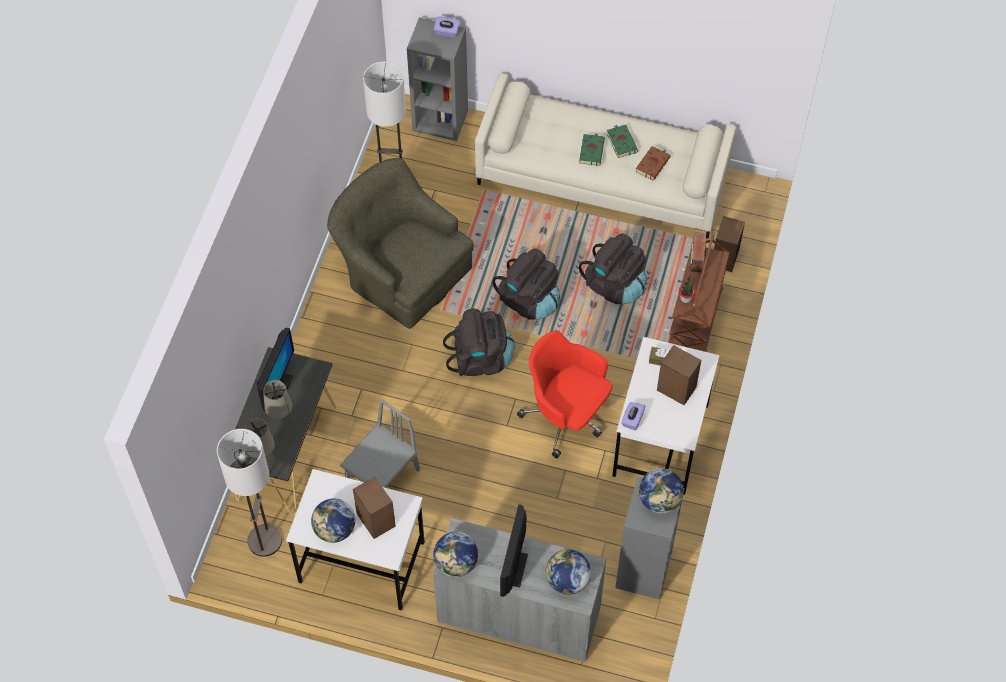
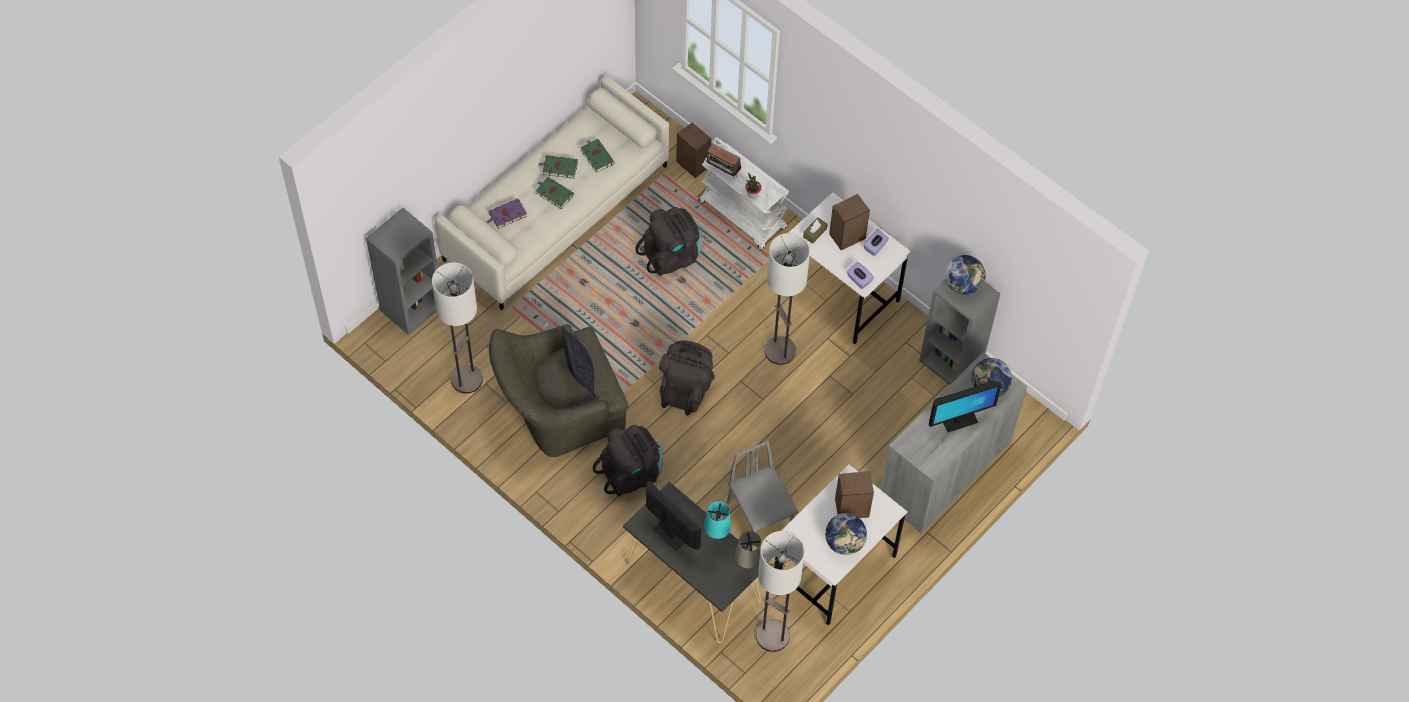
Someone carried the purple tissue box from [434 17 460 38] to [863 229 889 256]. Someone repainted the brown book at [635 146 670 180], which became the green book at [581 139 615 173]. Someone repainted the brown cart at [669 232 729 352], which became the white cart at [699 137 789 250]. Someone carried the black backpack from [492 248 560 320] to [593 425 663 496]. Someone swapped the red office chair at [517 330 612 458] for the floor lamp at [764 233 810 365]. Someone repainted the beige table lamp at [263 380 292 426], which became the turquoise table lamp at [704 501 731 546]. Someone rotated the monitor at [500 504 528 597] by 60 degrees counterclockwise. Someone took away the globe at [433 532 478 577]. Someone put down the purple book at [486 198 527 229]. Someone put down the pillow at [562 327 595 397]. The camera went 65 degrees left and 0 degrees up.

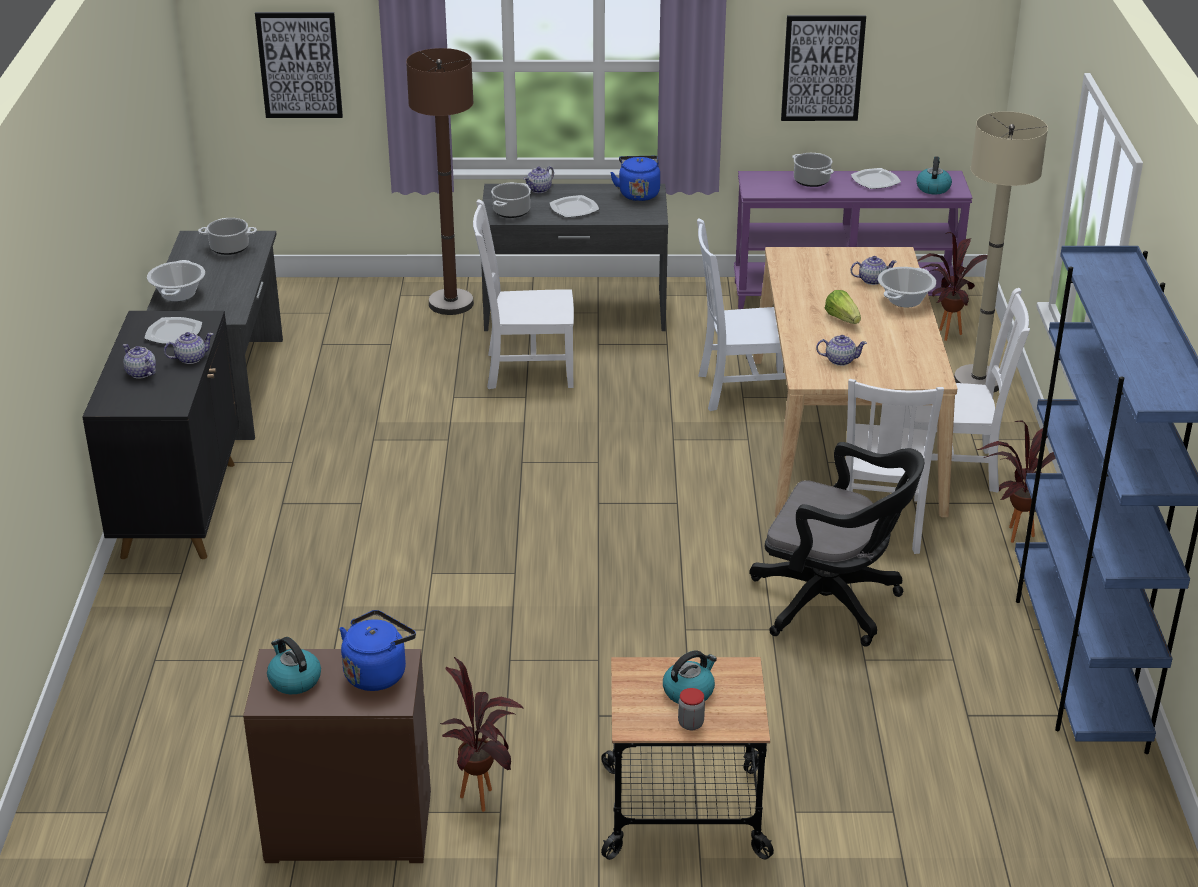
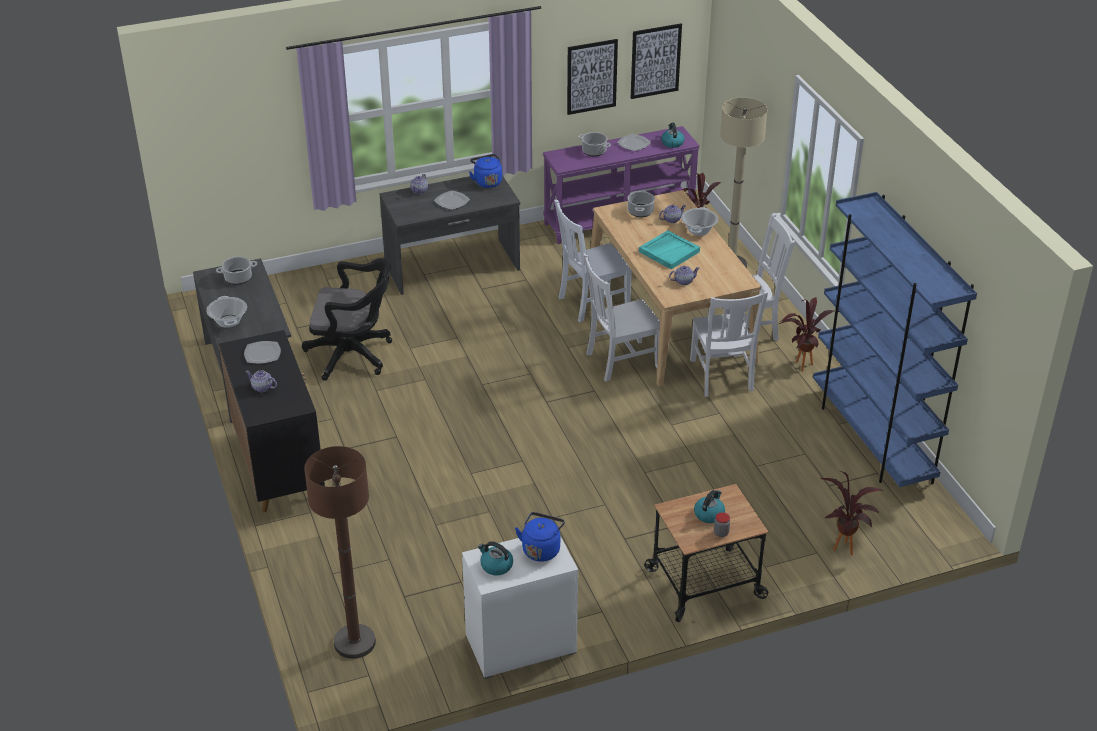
Someone carried the picture from [255 12 343 118] to [631 24 682 99]. Someone carried the brown floor lamp from [406 48 474 315] to [304 446 376 659]. Someone carried the cooking pot from [491 183 531 218] to [627 190 655 217]. Someone carried the white chair from [473 199 574 389] to [583 253 660 382]. Someone swapped the lettuce at [825 290 861 324] for the turquoise tray at [639 230 700 269]. Someone took away the teapot at [164 332 213 364]. Someone carried the black office chair from [749 442 924 647] to [302 258 392 381]. Someone repainted the brown dresser at [243 649 431 863], which became the white dresser at [462 536 578 679]. Someone carried the potted plant from [440 657 524 812] to [821 471 883 556]. The camera went 20 degrees left and 5 degrees up.

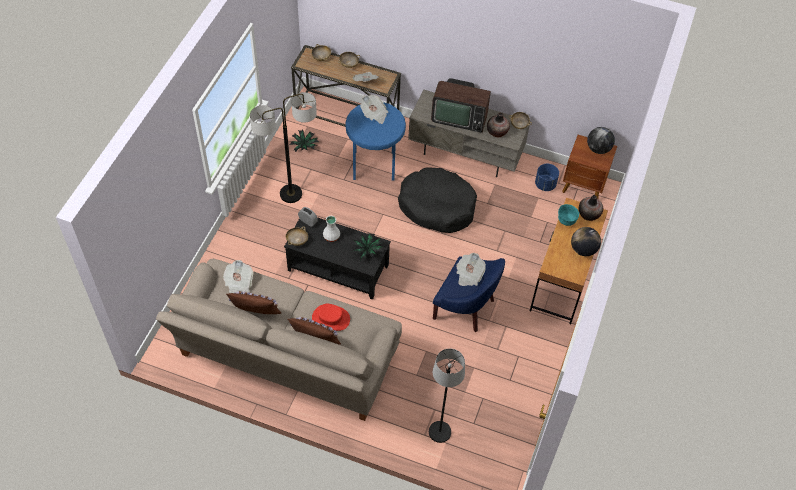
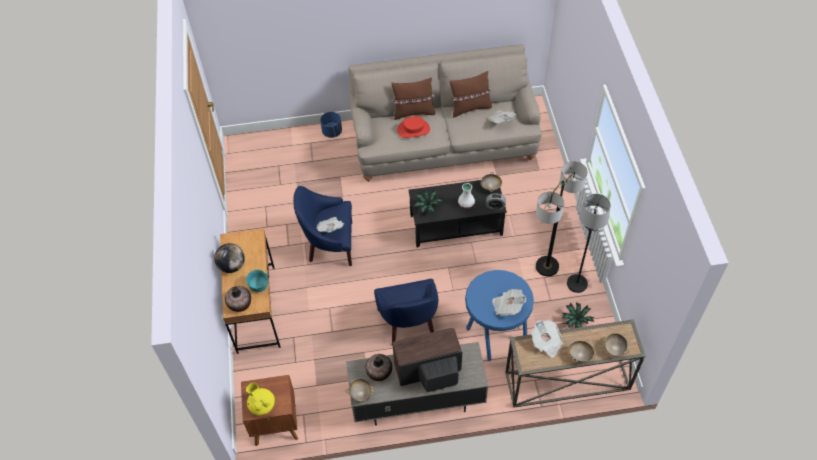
Someone swapped the globe at [587 127 615 154] for the yellow teapot at [246 383 275 415]. Someone carried the blue planter from [535 164 559 191] to [320 112 342 138]. Someone swapped the black dog bed at [398 167 477 233] for the blue armchair at [374 279 438 346]. Someone carried the black floor lamp from [429 349 465 443] to [567 194 611 293]. The camera went 155 degrees right and 0 degrees up.

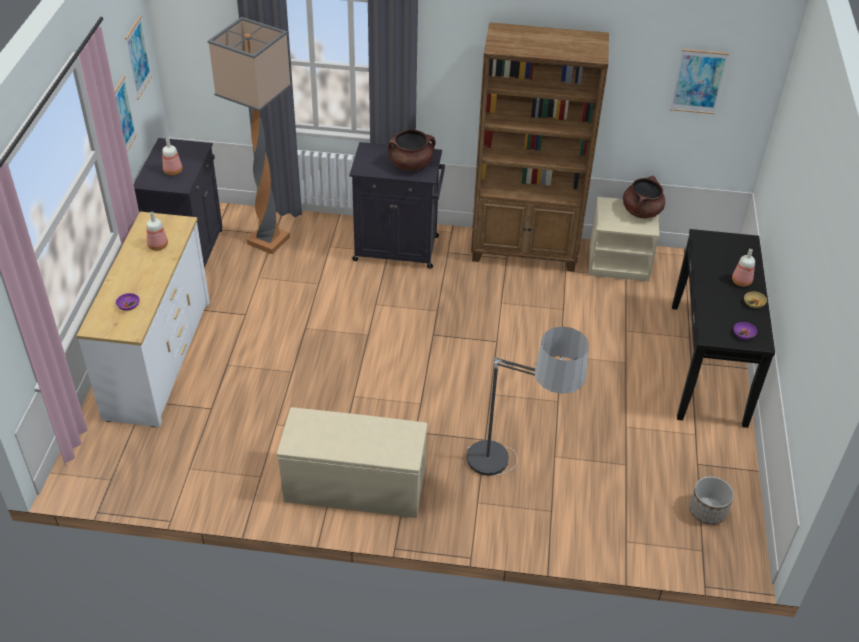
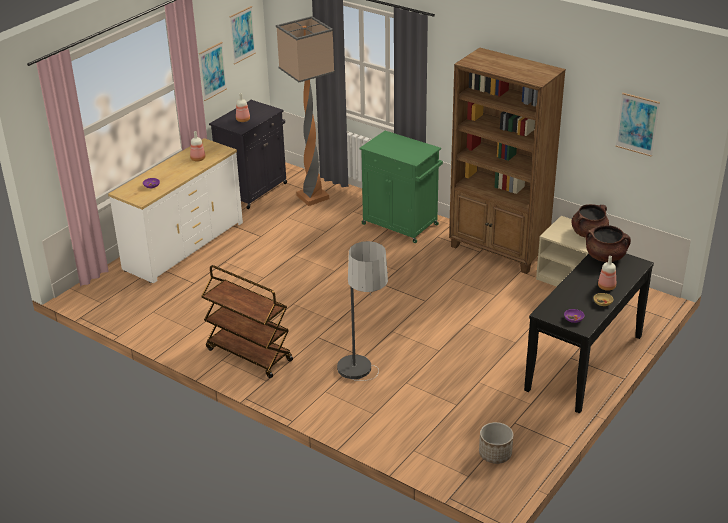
Someone carried the brown cooking pot from [388 129 435 170] to [586 225 631 262]. Someone repainted the black cabinet at [349 142 445 269], which became the green cabinet at [359 131 443 243]. Someone swapped the beige bench at [277 407 427 518] for the brown cart at [201 265 293 378]. The camera went 30 degrees right and 10 degrees down.

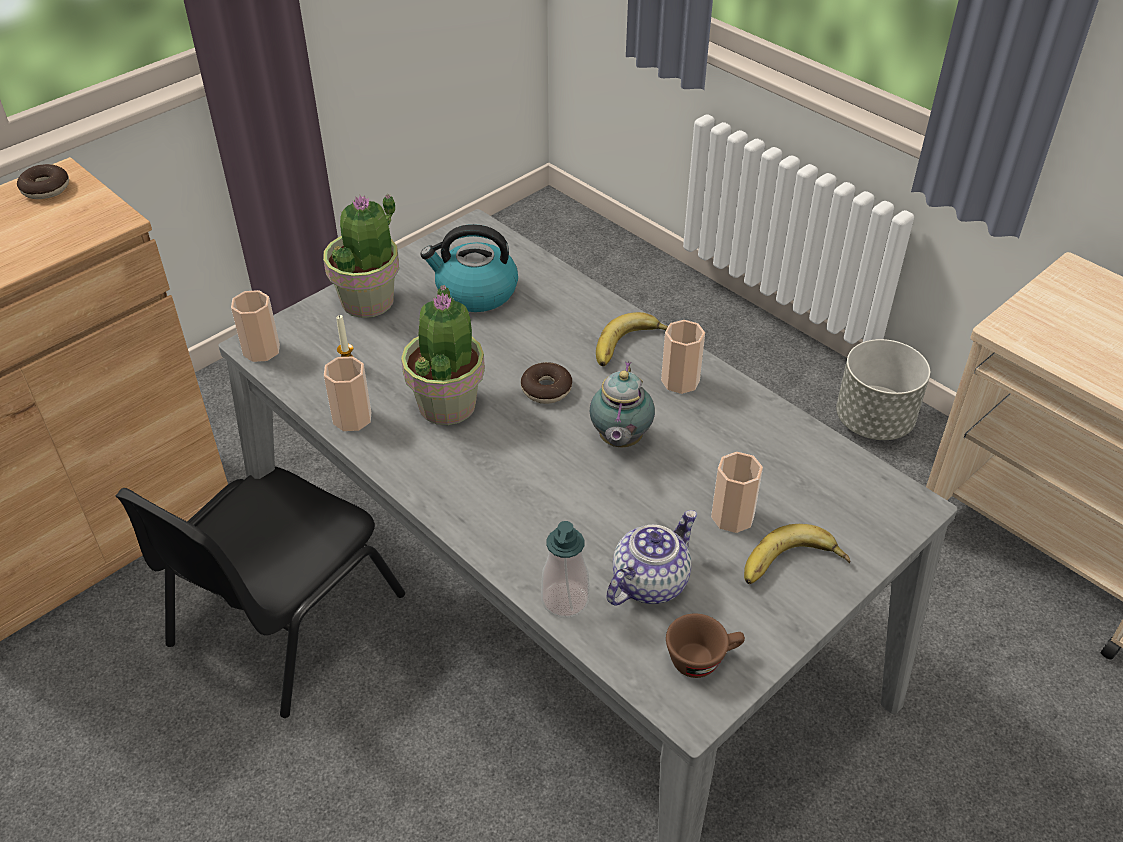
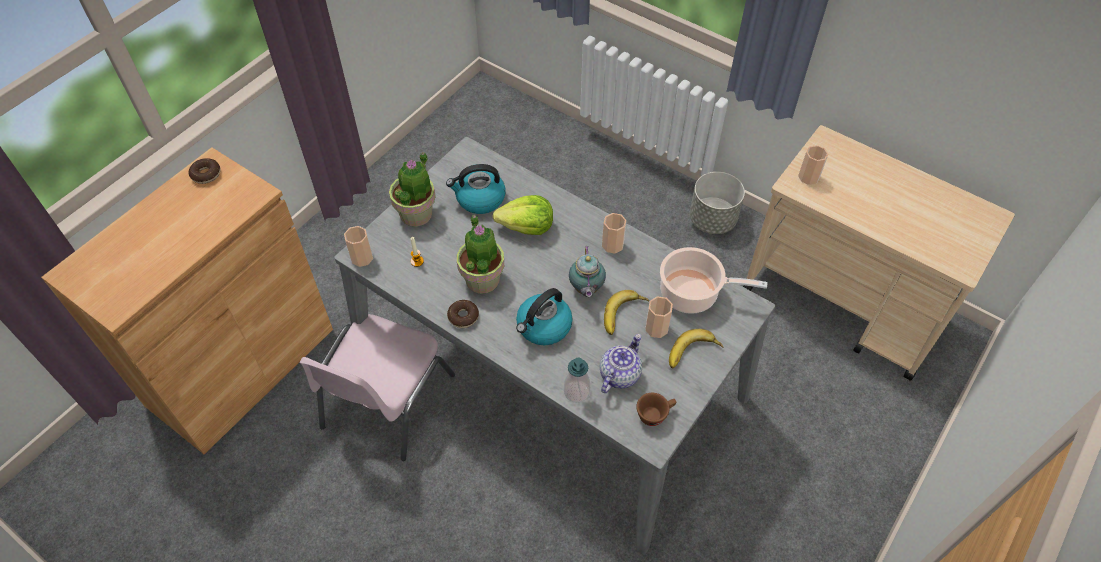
Someone carried the banana from [596 312 668 366] to [604 290 649 335]. Someone carried the cup from [324 357 371 431] to [798 145 828 185]. Someone carried the donut from [521 362 572 404] to [447 300 479 328]. Someone repainted the black chair at [116 467 405 718], which became the pink chair at [300 314 455 461]. Someone put down the lettuce at [493 195 553 235]. Someone put down the cooking pot at [660 247 768 314]. Someone put down the kettle at [516 288 573 345]. The camera went 10 degrees left and 10 degrees up.

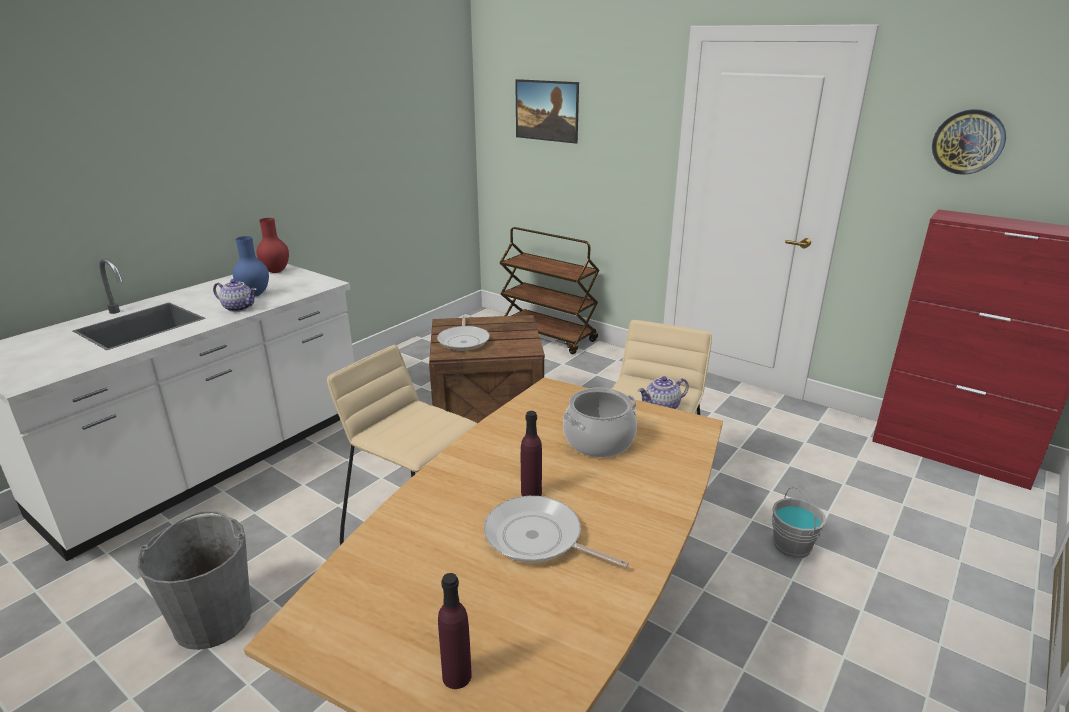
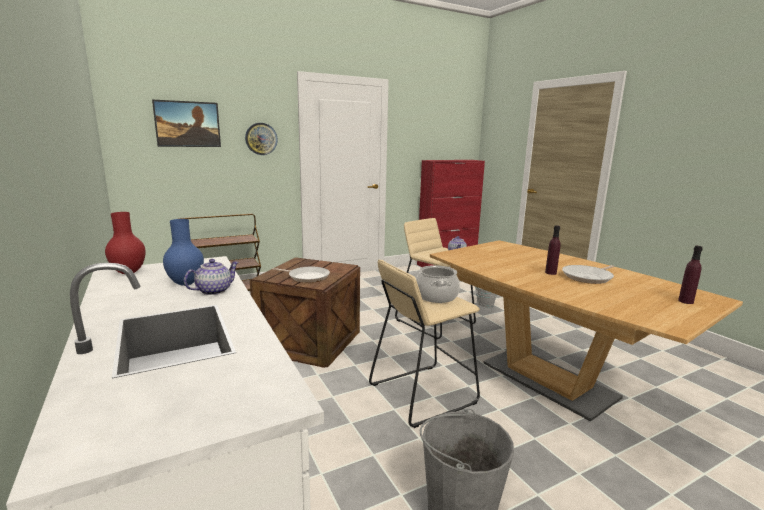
Someone carried the wall clock from [932 109 1006 175] to [245 123 278 155]. Someone carried the cooking pot from [563 388 637 457] to [416 265 460 303]. The camera went 65 degrees left and 10 degrees down.

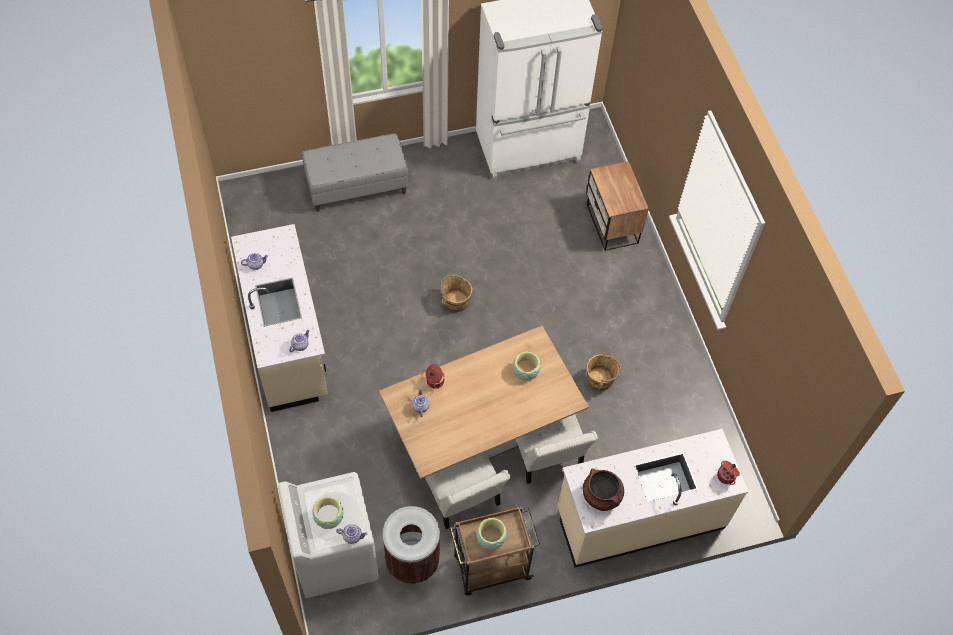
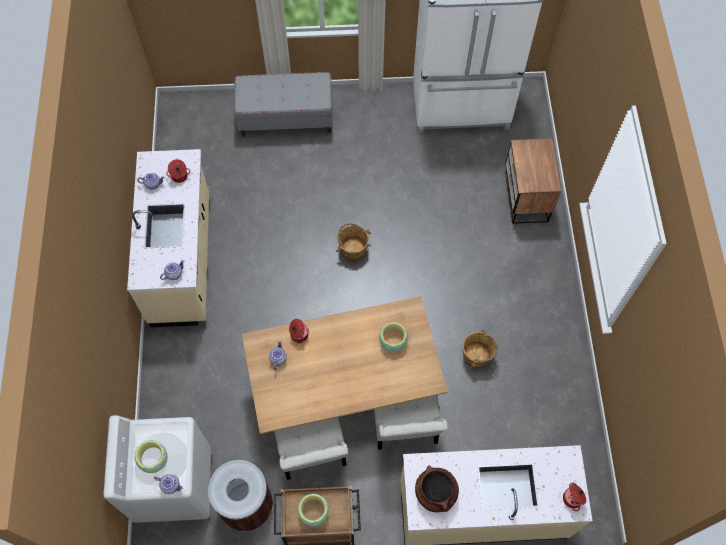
Someone put down the cooking pot at [166 159 190 183]. The camera went 15 degrees right and 5 degrees up.

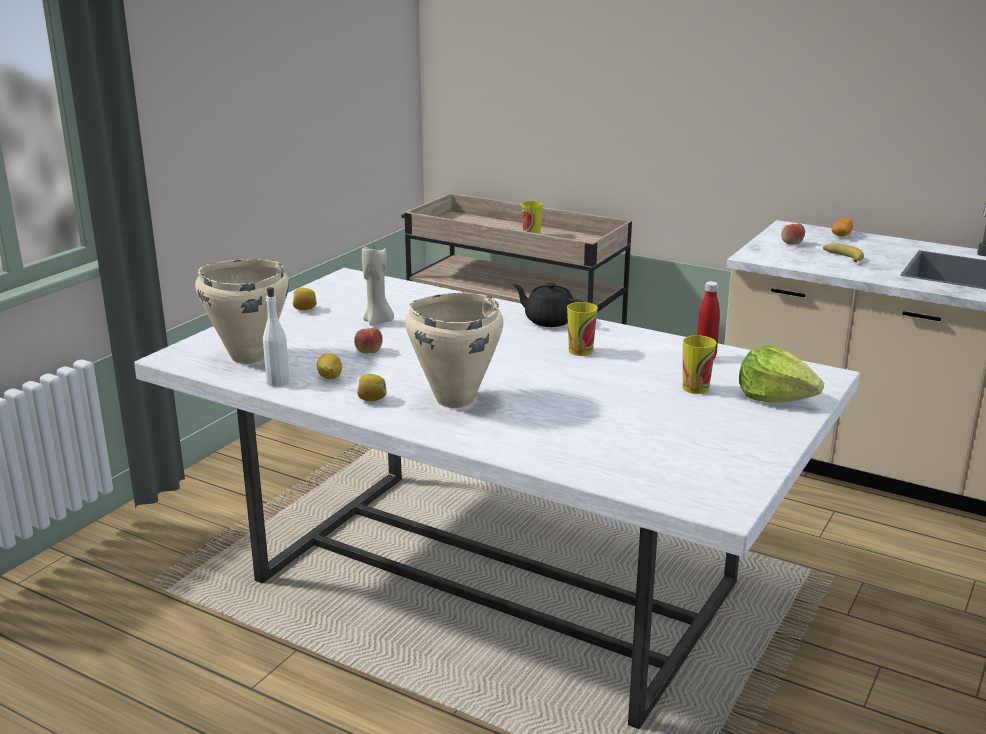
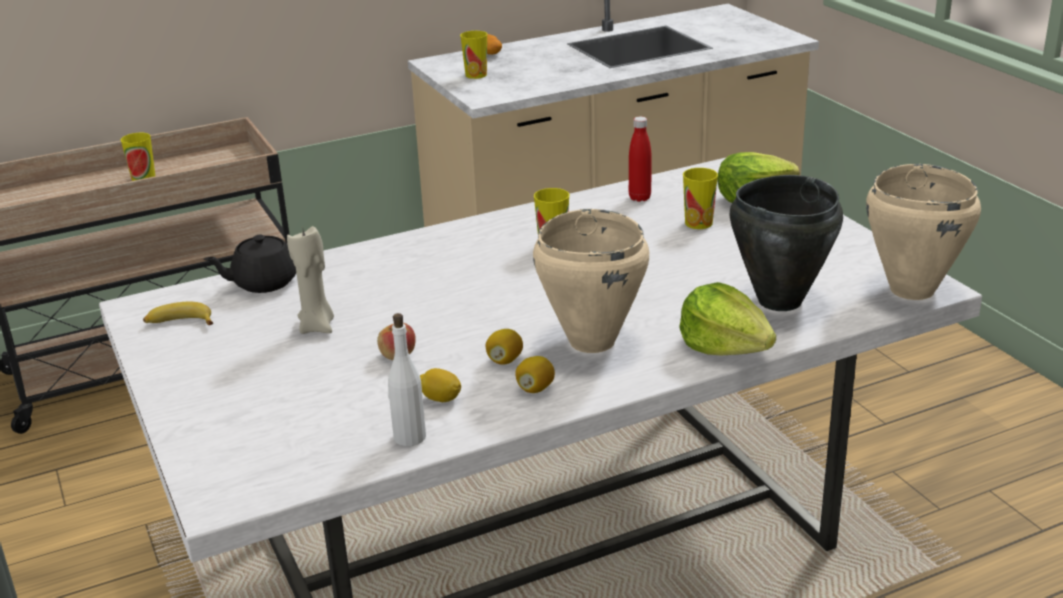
Someone swapped the apple at [781 224 805 245] for the cup at [460 31 487 79]. Someone carried the banana from [823 243 864 262] to [143 302 213 325]. Someone carried the beige cooking pot from [195 259 289 364] to [866 164 981 300]. Someone carried the black teapot from [513 283 583 327] to [203 235 296 293]. Someone carried the lemon from [293 288 317 310] to [485 329 523 365]. Someone put down the black cooking pot at [730 175 843 311]. Someone put down the lettuce at [679 282 776 355]. The camera went 55 degrees left and 5 degrees up.

